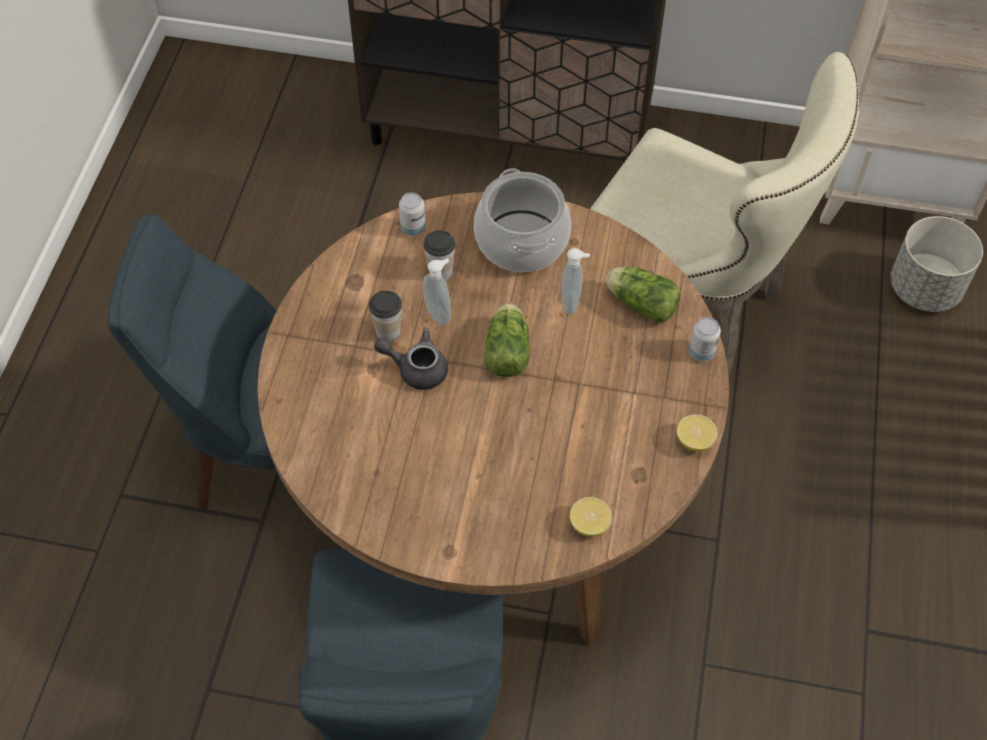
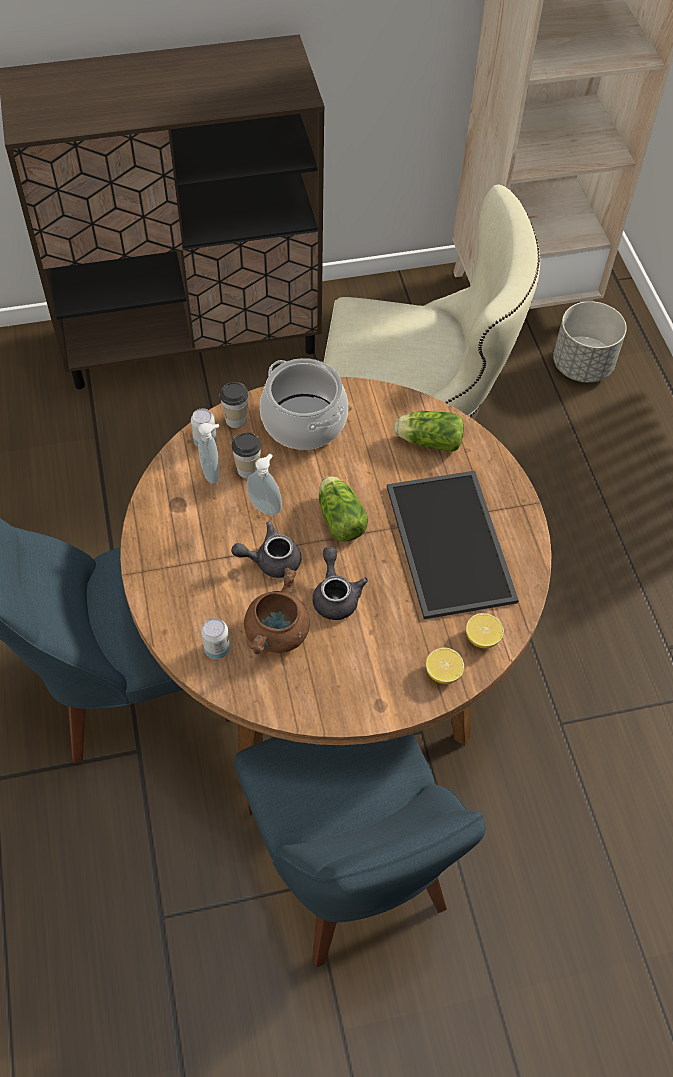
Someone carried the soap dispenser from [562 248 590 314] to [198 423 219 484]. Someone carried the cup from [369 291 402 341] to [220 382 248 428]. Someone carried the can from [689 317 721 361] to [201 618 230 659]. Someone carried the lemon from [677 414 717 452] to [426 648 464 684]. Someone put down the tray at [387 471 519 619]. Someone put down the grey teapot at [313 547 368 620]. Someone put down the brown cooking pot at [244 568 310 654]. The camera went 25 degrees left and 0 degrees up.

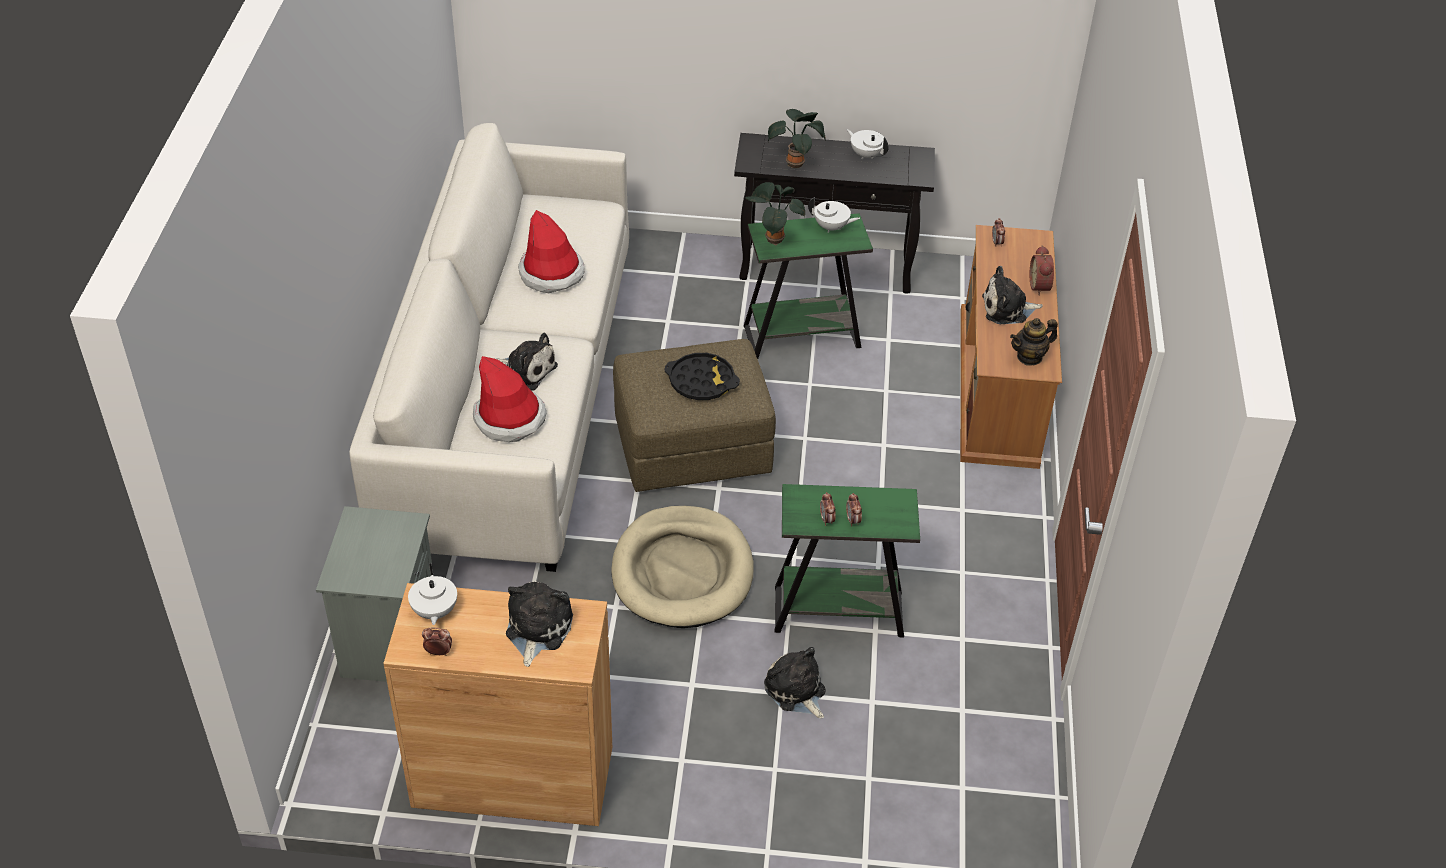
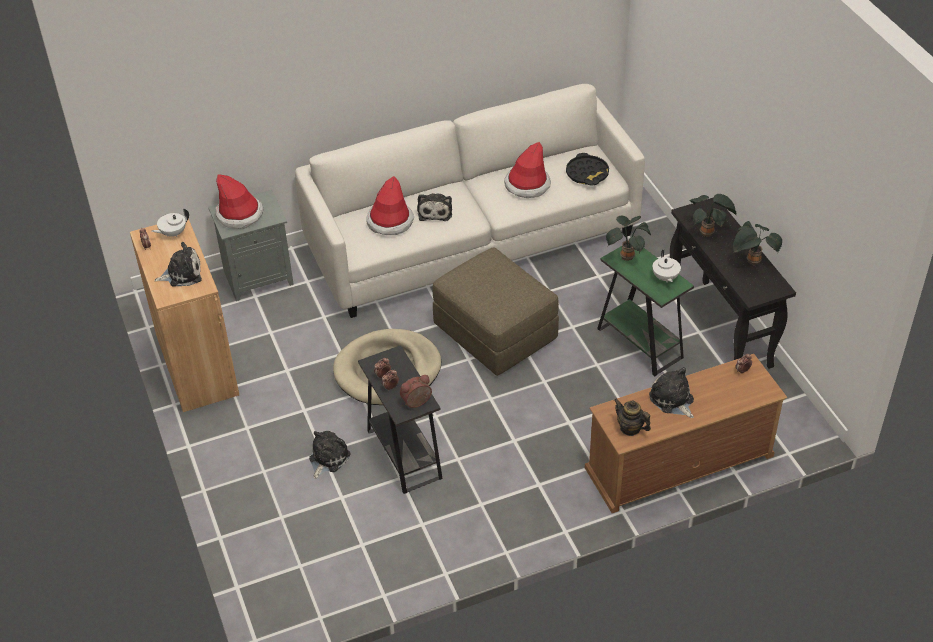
Someone swapped the white teapot at [847 129 889 159] for the potted plant at [733 221 782 265]. Someone carried the alarm clock from [1030 245 1054 296] to [400 375 432 408]. Someone carried the black tray from [664 353 740 400] to [566 153 609 186]. Someone repainted the green side table at [775 484 920 637], which became the black side table at [358 345 443 494]. Someone put down the hat at [215 174 263 229]. The camera went 65 degrees right and 0 degrees up.

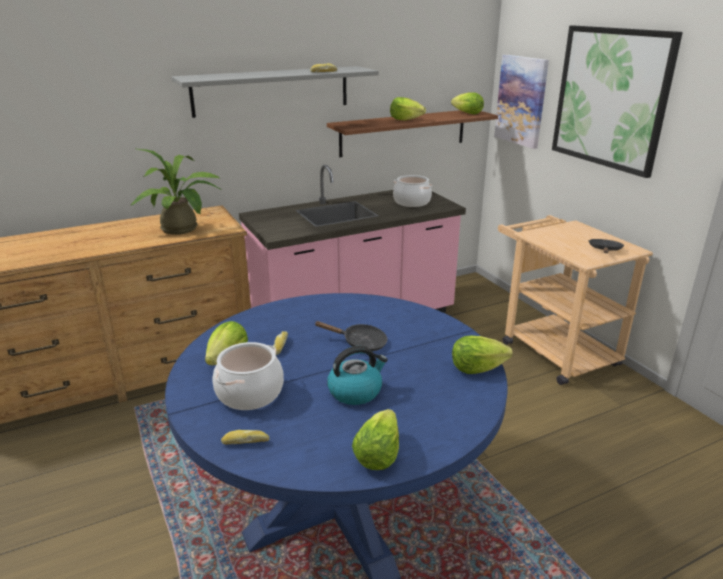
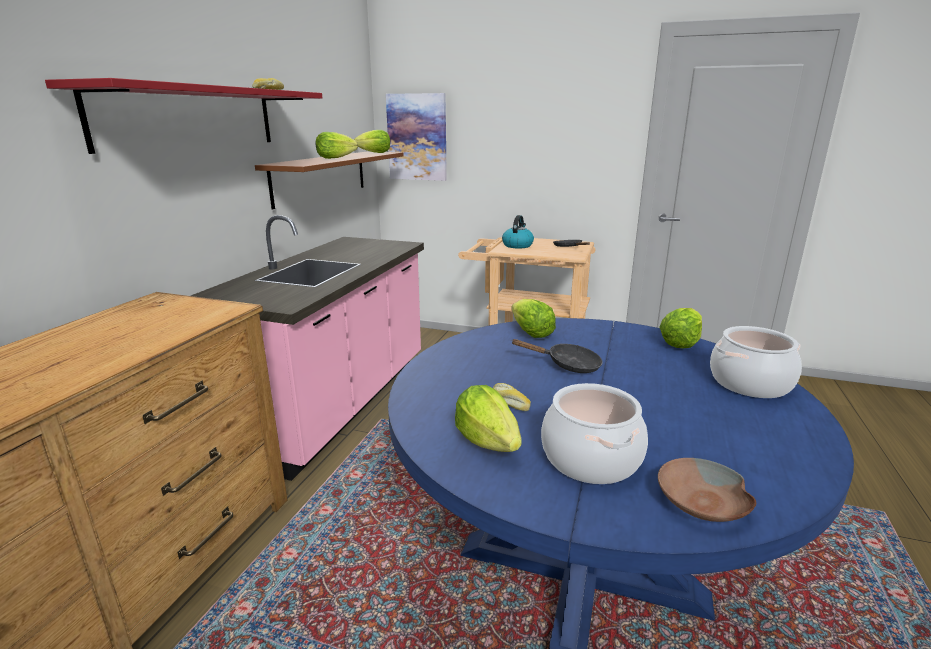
Someone took away the picture at [552 26 683 178]. Someone repainted the grey shelf at [172 66 379 118], which became the red shelf at [45 78 322 154]. Someone took away the potted plant at [131 149 222 235]. Someone carried the cooking pot from [393 175 432 207] to [710 326 802 398]. Someone rotated the black frying pan at [314 321 387 351] by 45 degrees clockwise. Someone carried the kettle from [327 346 388 405] to [502 215 534 248]. Someone carried the lettuce from [352 409 399 470] to [511 299 556 338]. Someone swapped the bread at [221 430 270 445] for the brown bowl at [658 458 756 522]. The camera went 45 degrees left and 5 degrees down.

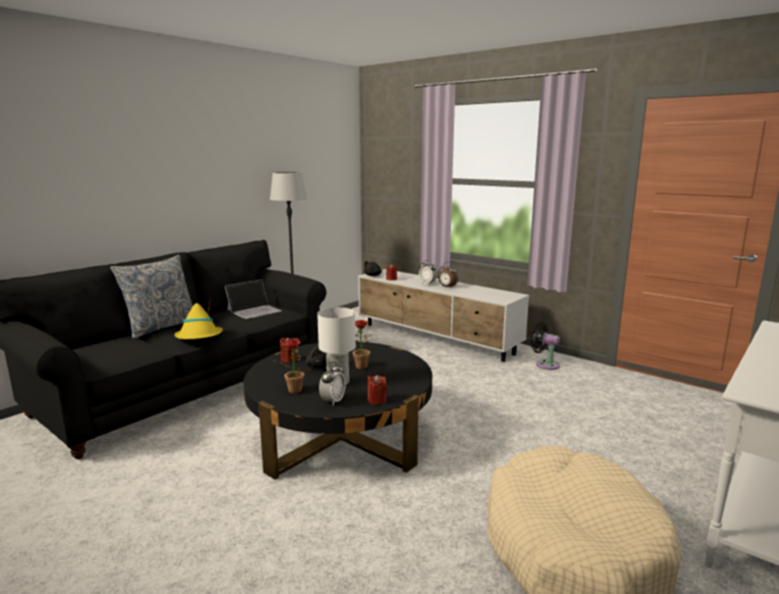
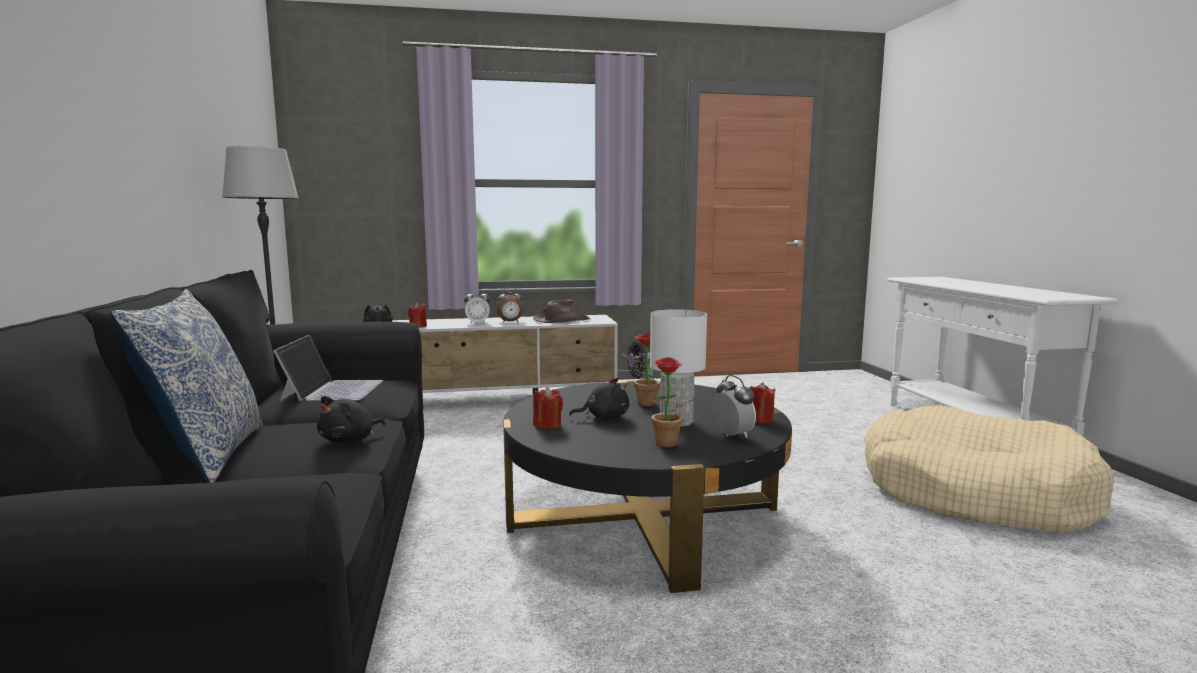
Someone swapped the yellow hat at [175 303 223 339] for the black plush toy at [317 396 385 443]. Someone put down the brown hat at [533 299 590 323]. The camera went 50 degrees left and 5 degrees down.

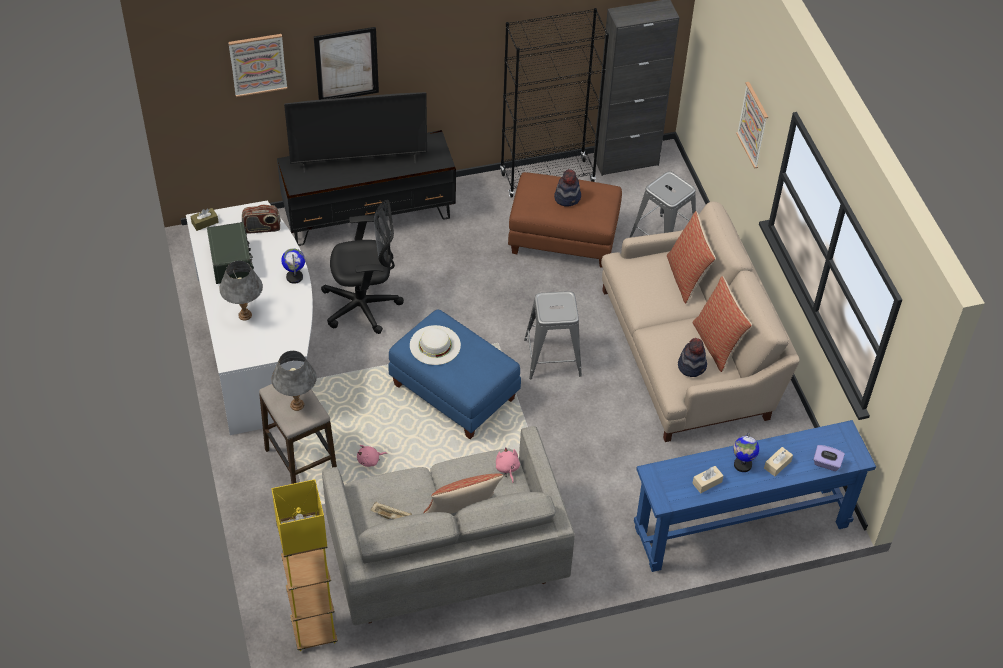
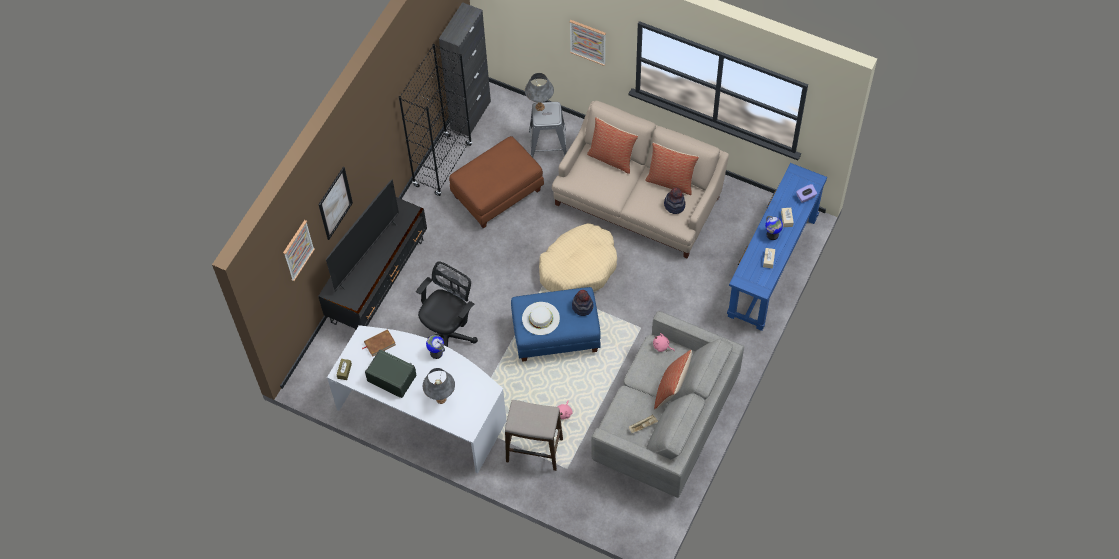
Someone carried the hat from [554 169 581 207] to [572 290 594 316]. Someone swapped the radio at [242 205 281 233] for the brown book at [362 329 396 357]. Someone swapped the grey stool at [524 291 582 380] for the beige dog bed at [539 223 617 292]. Someone carried the grey table lamp from [271 351 317 411] to [525 73 554 111]. Someone took away the yellow floor lamp at [271 479 338 651]. The camera went 45 degrees left and 10 degrees up.

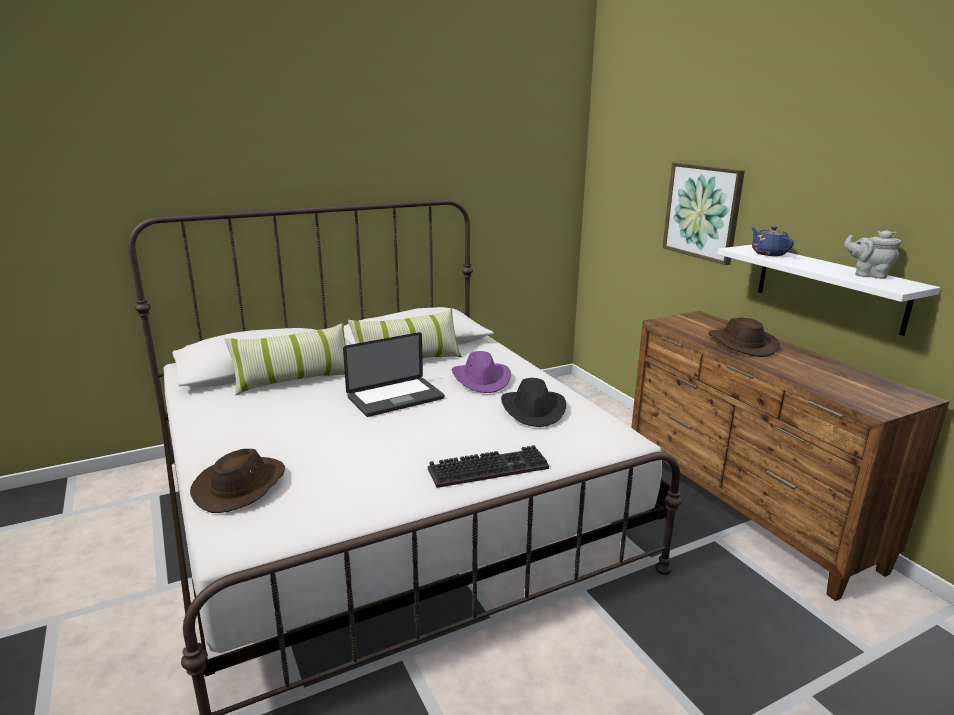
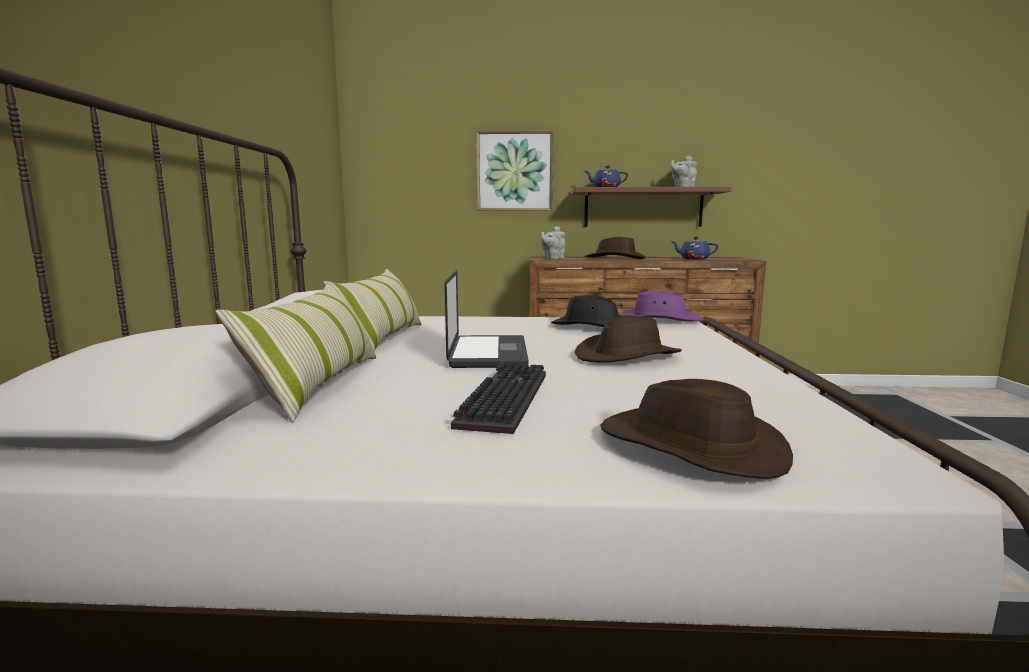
Someone repainted the white shelf at [717 245 941 336], which became the brown shelf at [572 187 731 227]. Someone carried the purple hat from [452 351 511 393] to [621 291 703 322]. Someone carried the keyboard from [428 445 549 488] to [451 362 546 434]. Someone put down the grey teapot at [541 226 566 259]. Someone put down the blue teapot at [671 237 718 260]. Someone put down the brown hat at [574 315 682 363]. The camera went 60 degrees left and 10 degrees down.

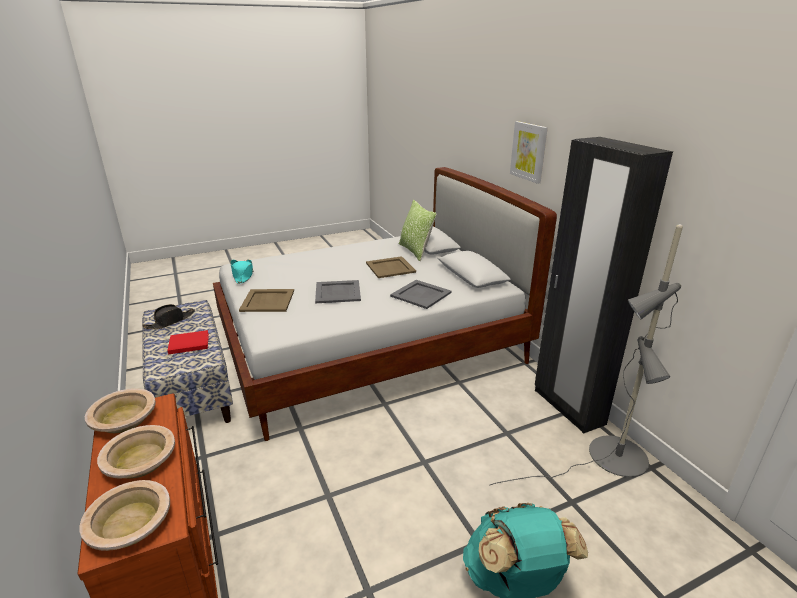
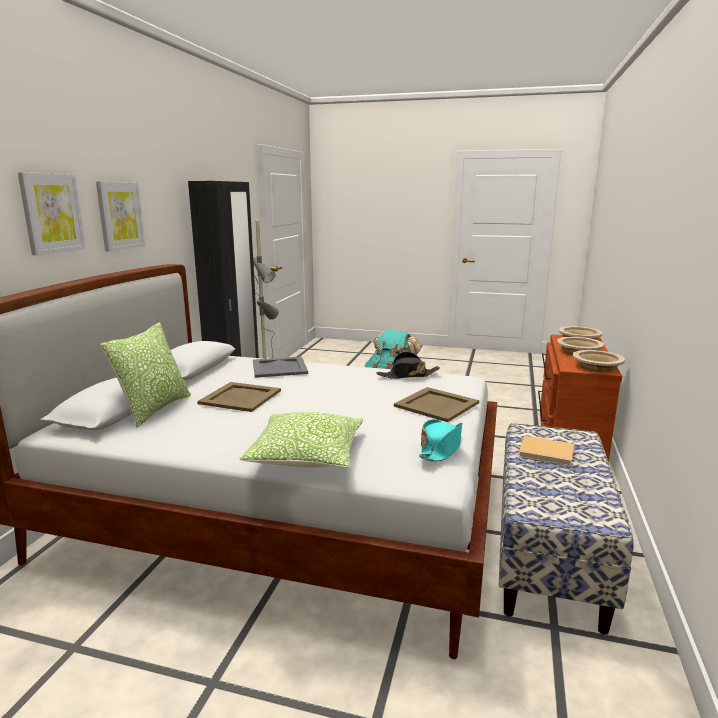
Someone took away the grey tray at [315 280 361 303]. Someone carried the black hat from [142 304 195 329] to [376 351 440 379]. Someone repainted the red book at [167 330 209 355], which became the beige book at [519 436 574 466]. Someone put up the picture at [18 172 86 255]. Someone put down the pillow at [239 412 363 468]. The camera went 140 degrees left and 10 degrees down.

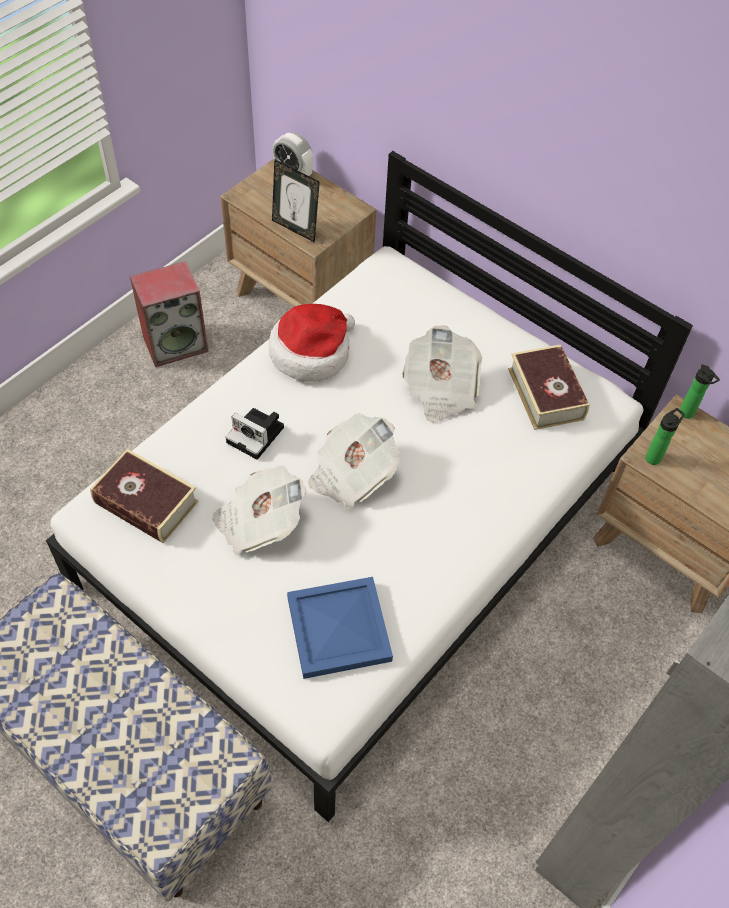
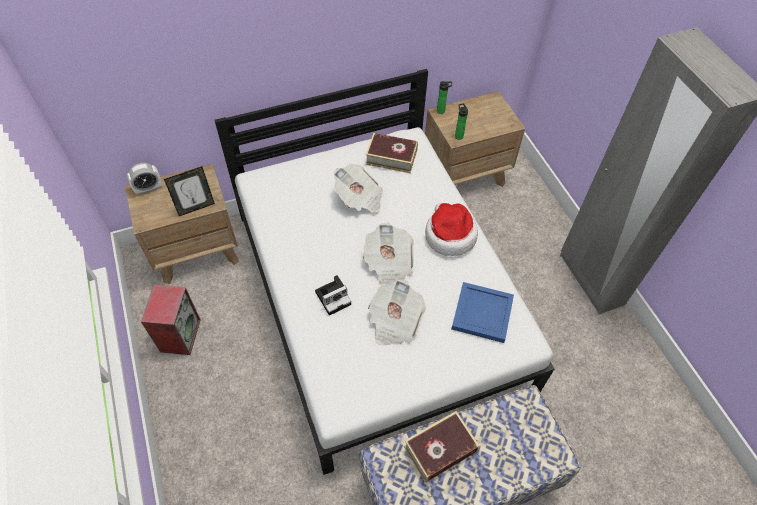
Someone carried the hat from [269 304 355 382] to [425 203 478 256]. Someone carried the book from [90 449 199 543] to [404 411 479 483]. The camera went 60 degrees left and 0 degrees up.

